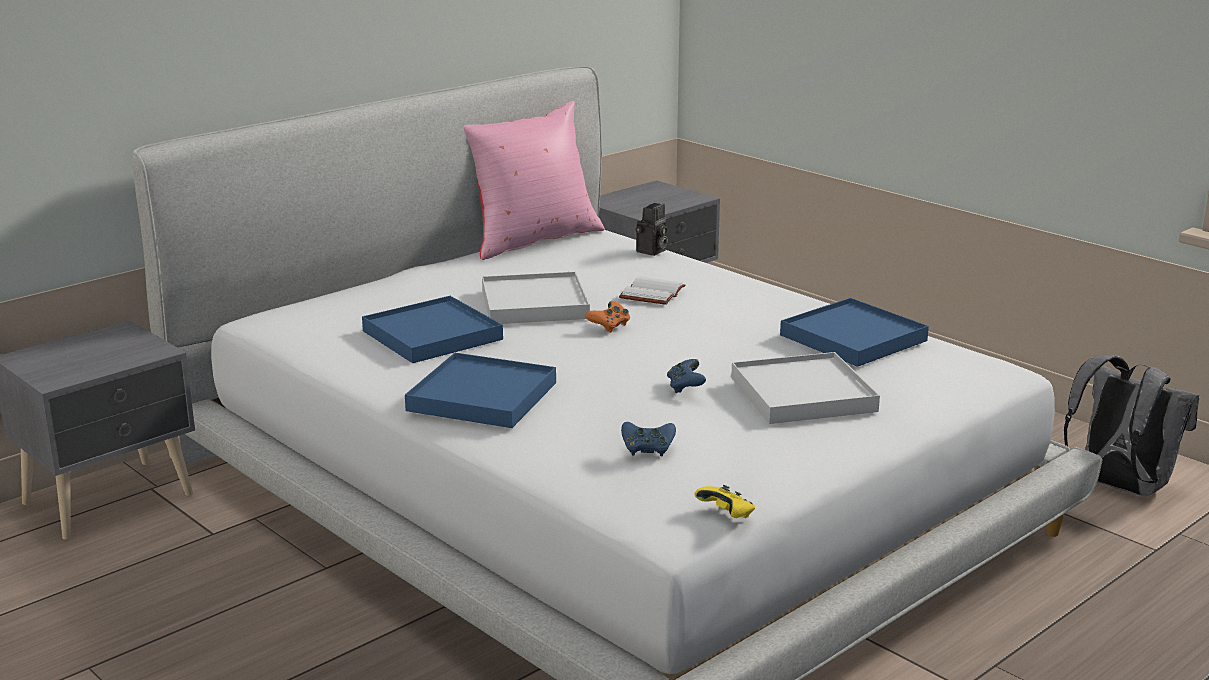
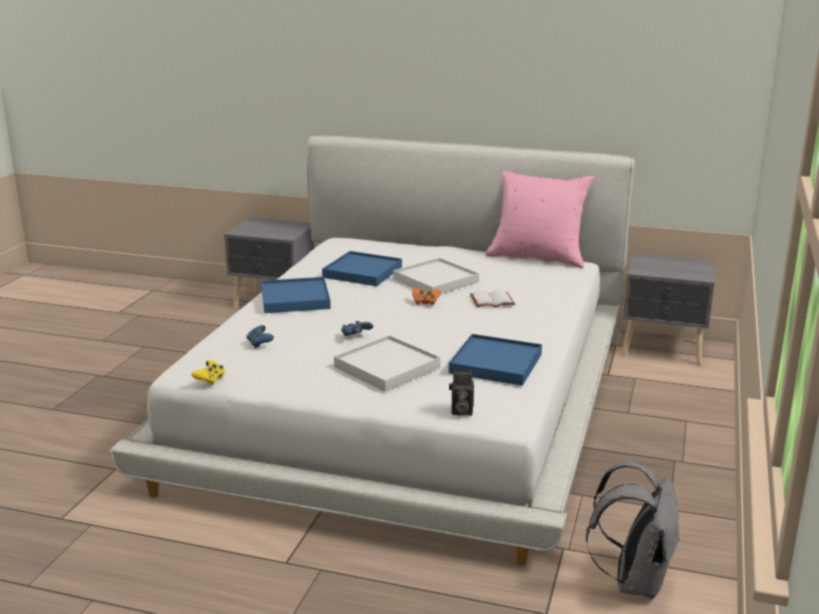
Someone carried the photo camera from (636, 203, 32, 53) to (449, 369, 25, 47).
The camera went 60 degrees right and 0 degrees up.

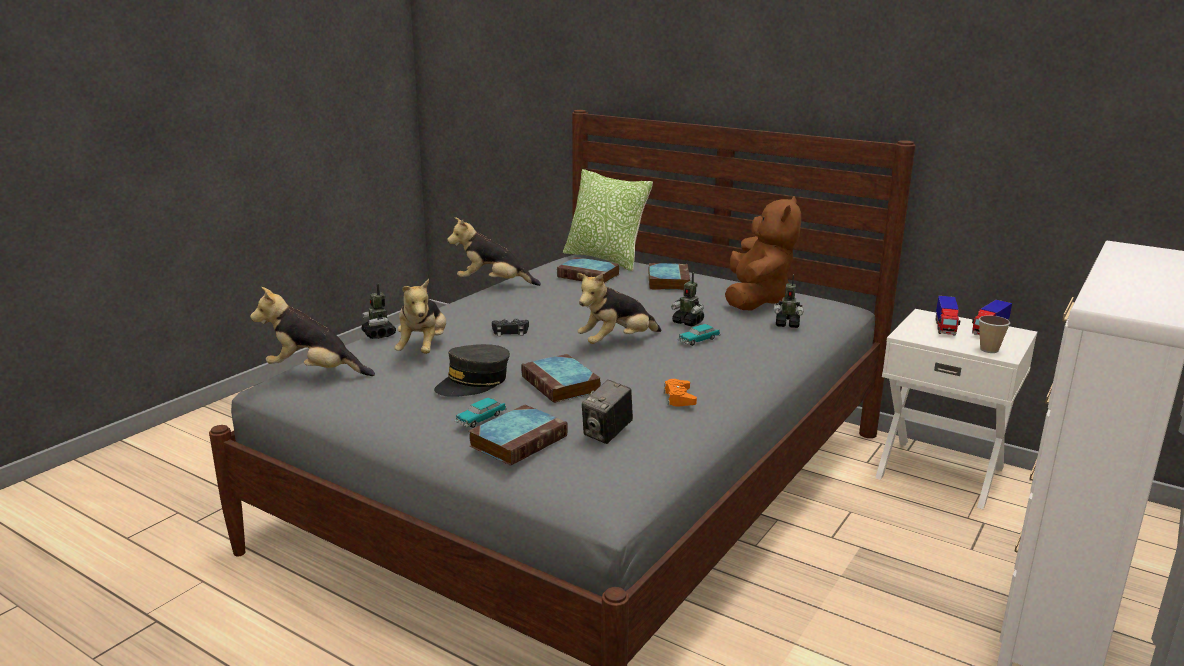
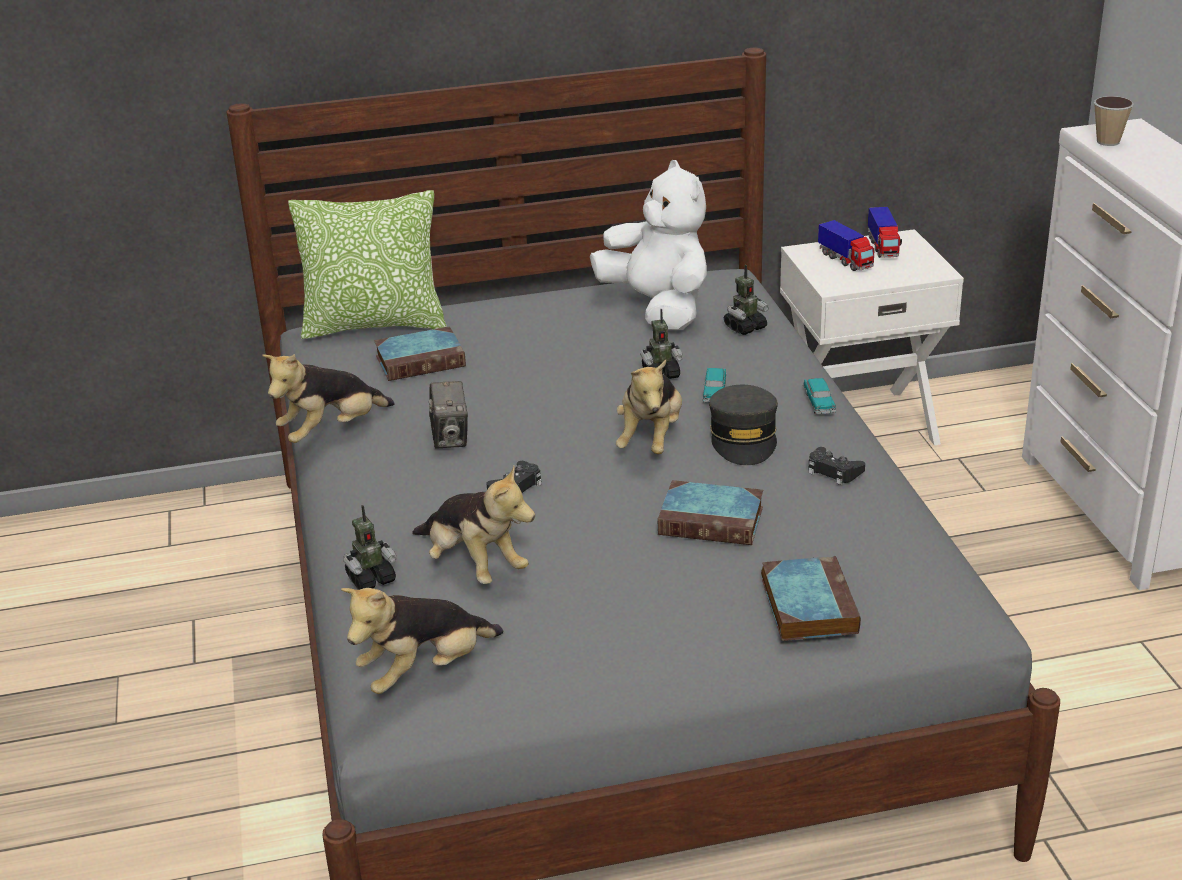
Someone repainted the plush toy/brown at (725, 196, 76, 114), which became the plush toy/white at (590, 160, 117, 170).
Someone took away the book at (648, 263, 42, 27).
Someone rotated the toy robot at (361, 284, 35, 55) by 45 degrees counterclockwise.
Someone carried the cup from (979, 315, 31, 38) to (1094, 96, 40, 50).
Someone carried the cap/grey from (434, 344, 76, 53) to (709, 385, 69, 80).
Someone carried the photo camera from (582, 379, 51, 65) to (429, 381, 39, 68).
Someone repainted the game controller/orange at (663, 379, 34, 28), which became the game controller/black at (808, 447, 57, 38).
Someone carried the toy car from (455, 398, 52, 30) to (803, 378, 33, 36).
The camera went 45 degrees left and 10 degrees up.

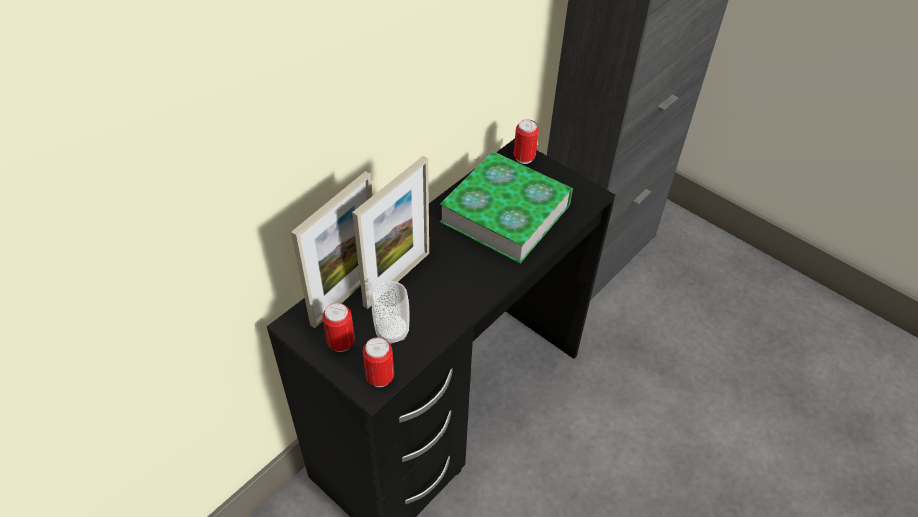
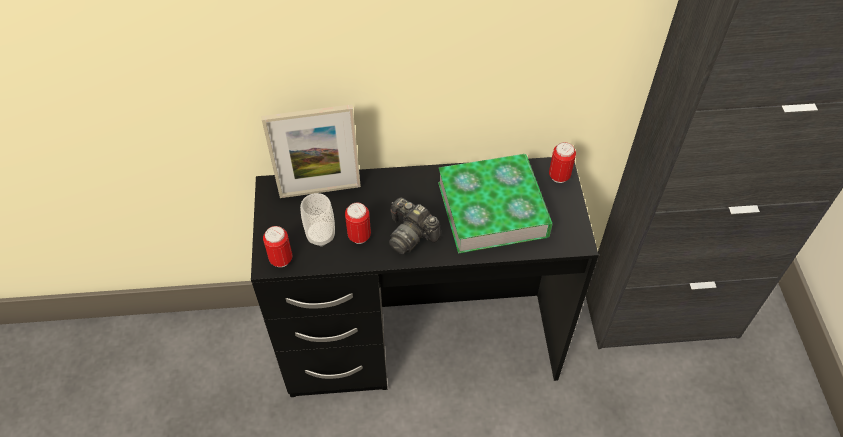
Someone took away the picture frame at (352, 156, 77, 153).
Someone carried the can from (322, 303, 33, 49) to (345, 202, 26, 42).
Someone put down the photo camera at (389, 197, 52, 57).
The camera went 45 degrees right and 5 degrees up.

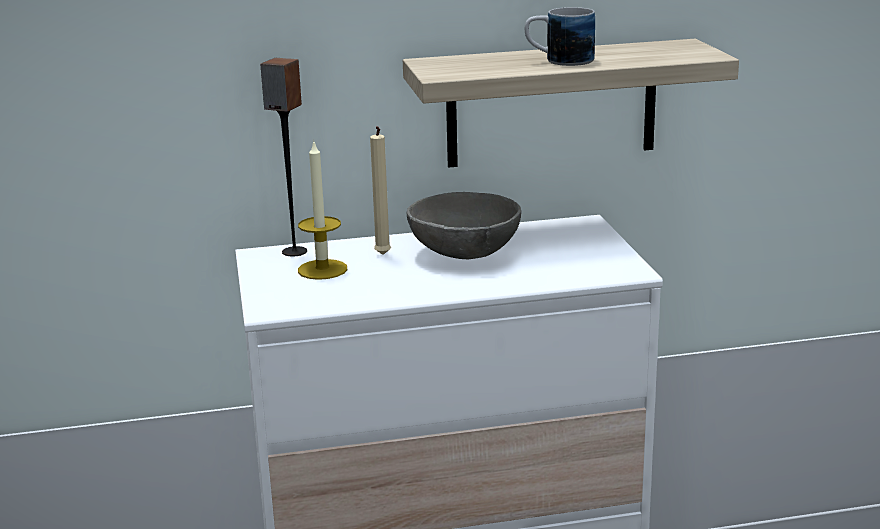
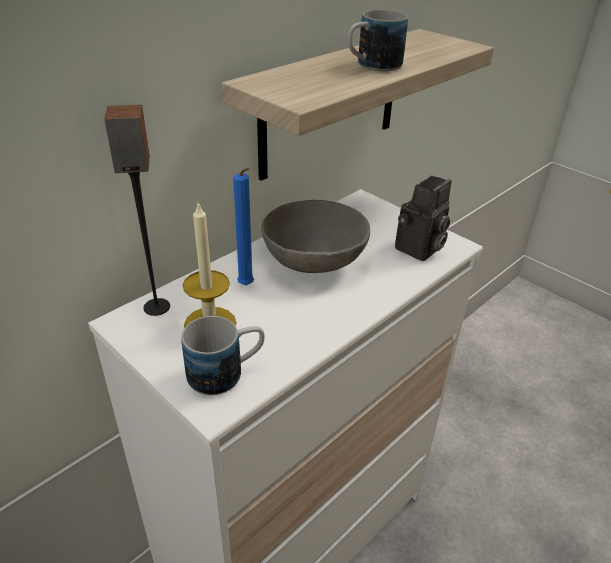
Someone repainted the candle/beige at (370, 126, 21, 129), which became the candle/blue at (233, 168, 21, 117).
Someone put down the photo camera at (395, 175, 56, 86).
Someone put down the mug at (181, 316, 84, 79).
The camera went 35 degrees left and 15 degrees up.

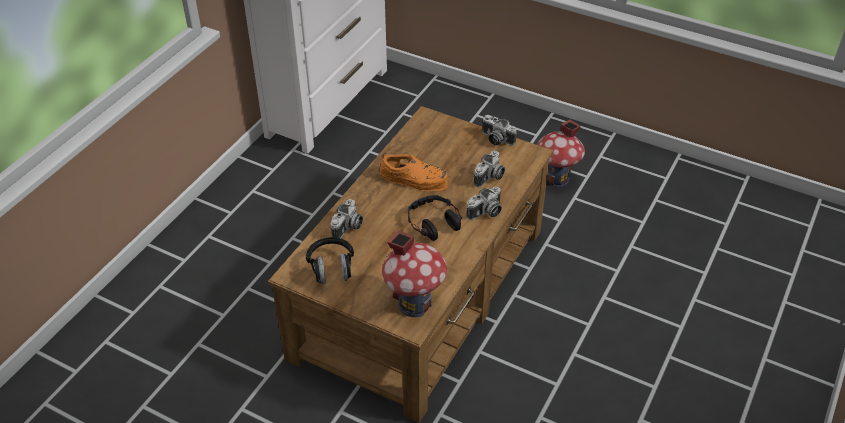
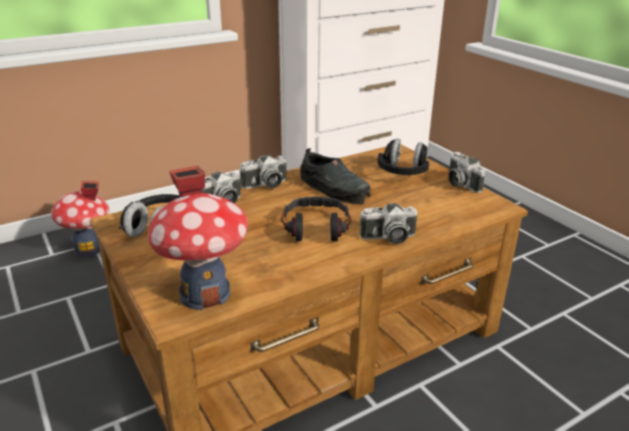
Someone carried the toy house from (537, 120, 48, 67) to (51, 181, 58, 76).
Someone carried the photo camera from (474, 151, 31, 37) to (239, 155, 47, 34).
Someone repainted the shoe/orange at (379, 153, 69, 38), which became the shoe/black at (300, 148, 70, 57).
Someone put down the headphones/black at (377, 138, 52, 37).
The camera went 30 degrees right and 15 degrees down.

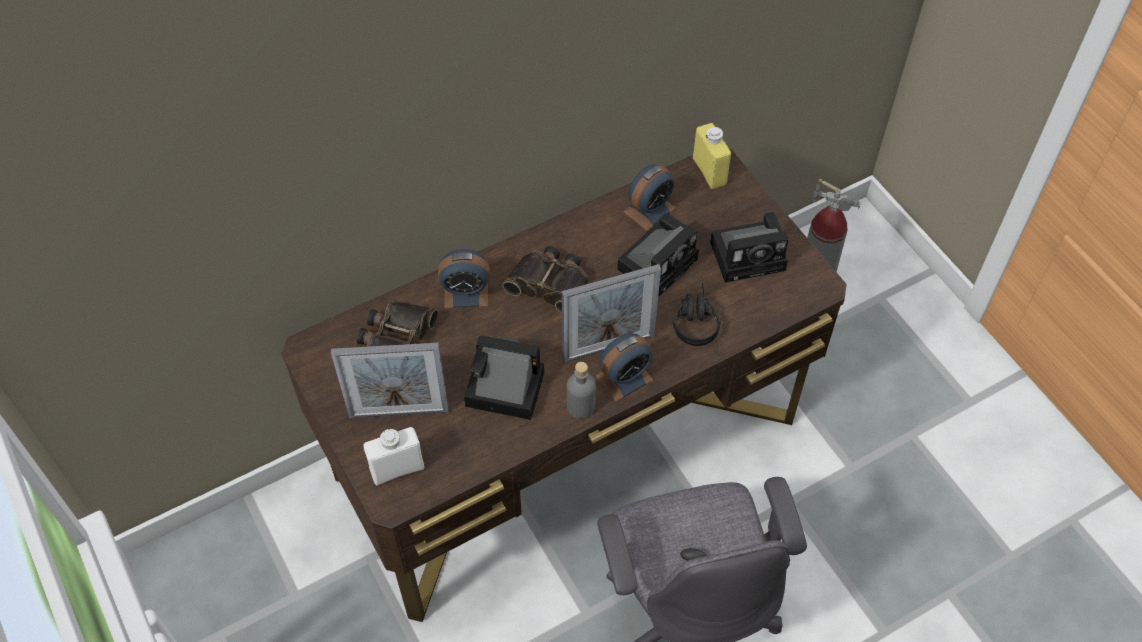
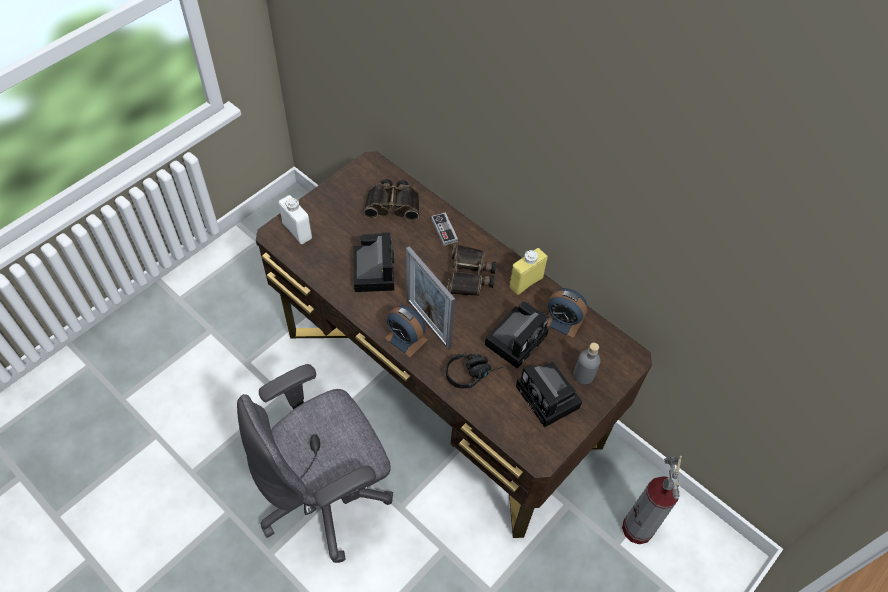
Someone carried the bottle/yellow from (693, 123, 38, 66) to (509, 248, 39, 47).
Someone rotated the photo camera at (617, 213, 82, 84) by 75 degrees counterclockwise.
Someone swapped the alarm clock at (438, 249, 52, 59) for the game controller at (431, 212, 27, 34).
Someone took away the picture frame at (331, 343, 118, 76).
Someone carried the bottle/grey from (567, 362, 29, 57) to (574, 343, 27, 41).
The camera went 70 degrees right and 0 degrees up.

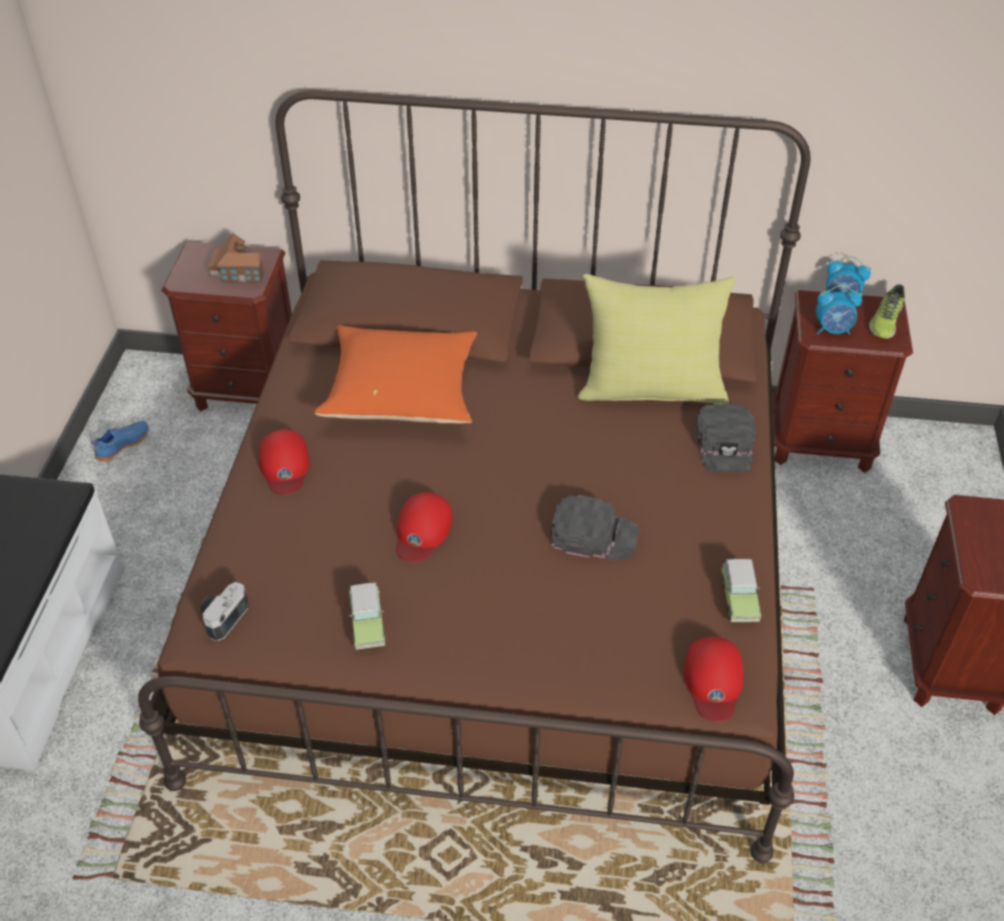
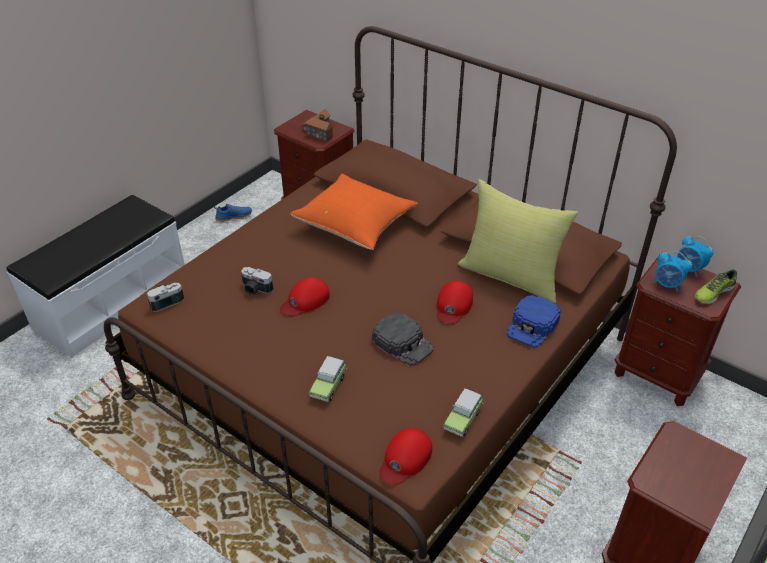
Someone repainted the cap/black at (695, 403, 61, 69), which became the cap/blue at (507, 295, 54, 53).
Someone carried the cap/red from (259, 429, 51, 66) to (437, 281, 36, 43).
Someone carried the toy car from (349, 582, 36, 68) to (309, 356, 38, 46).
Someone put down the photo camera at (241, 267, 33, 28).
The camera went 30 degrees right and 5 degrees down.

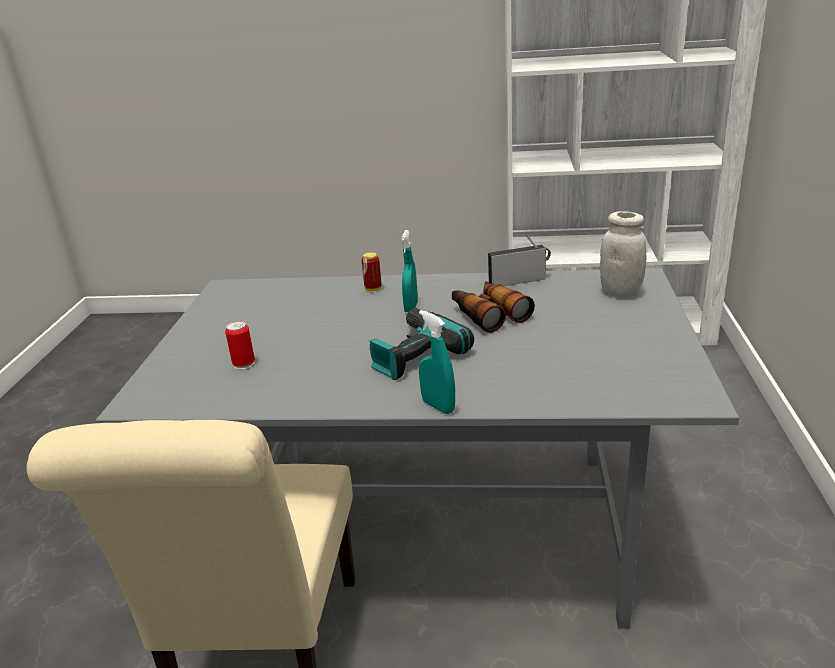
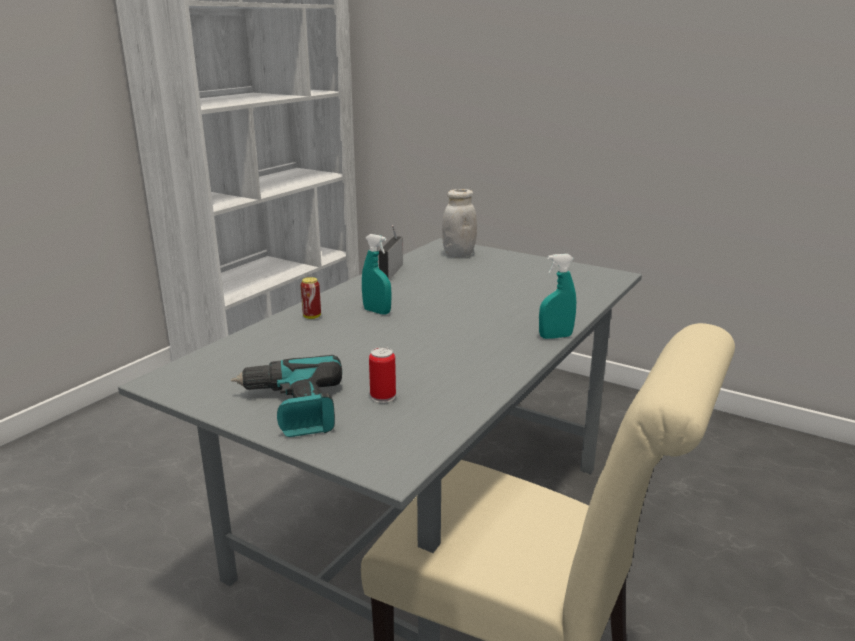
Someone took away the binoculars at (452, 281, 83, 52).
Someone carried the power drill from (369, 308, 105, 72) to (231, 355, 111, 82).
The camera went 65 degrees left and 5 degrees down.

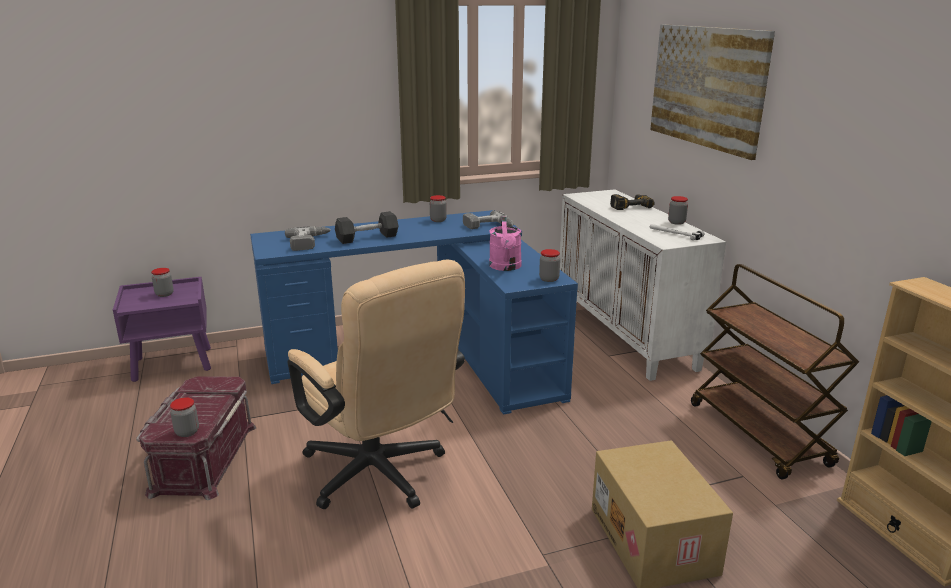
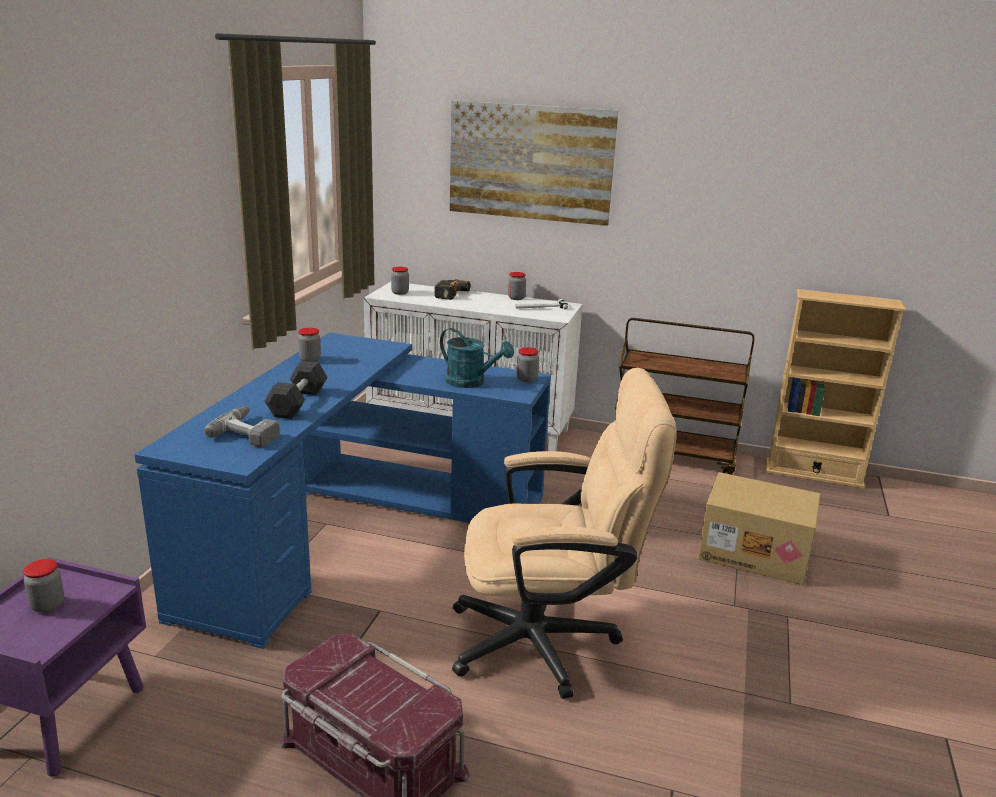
Someone took away the power drill at (463, 210, 51, 19).
Someone repainted the watering can/pink at (489, 217, 33, 54), which became the watering can/turquoise at (440, 328, 74, 60).
Someone carried the jar from (170, 397, 29, 40) to (391, 267, 18, 28).
The camera went 55 degrees left and 0 degrees up.

